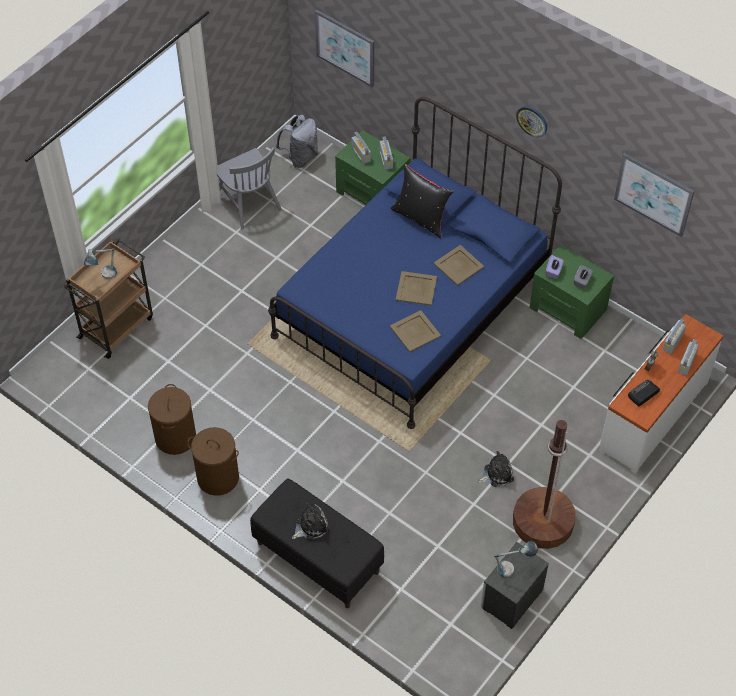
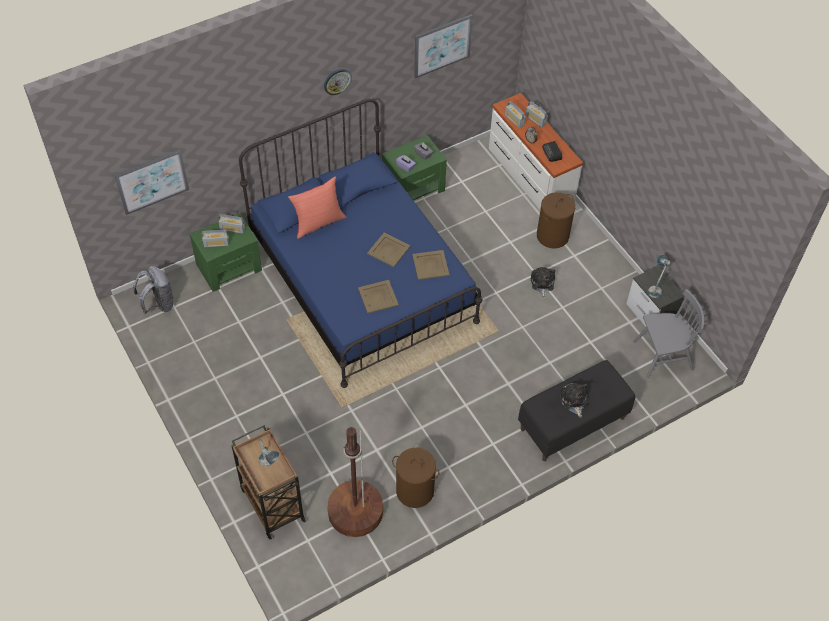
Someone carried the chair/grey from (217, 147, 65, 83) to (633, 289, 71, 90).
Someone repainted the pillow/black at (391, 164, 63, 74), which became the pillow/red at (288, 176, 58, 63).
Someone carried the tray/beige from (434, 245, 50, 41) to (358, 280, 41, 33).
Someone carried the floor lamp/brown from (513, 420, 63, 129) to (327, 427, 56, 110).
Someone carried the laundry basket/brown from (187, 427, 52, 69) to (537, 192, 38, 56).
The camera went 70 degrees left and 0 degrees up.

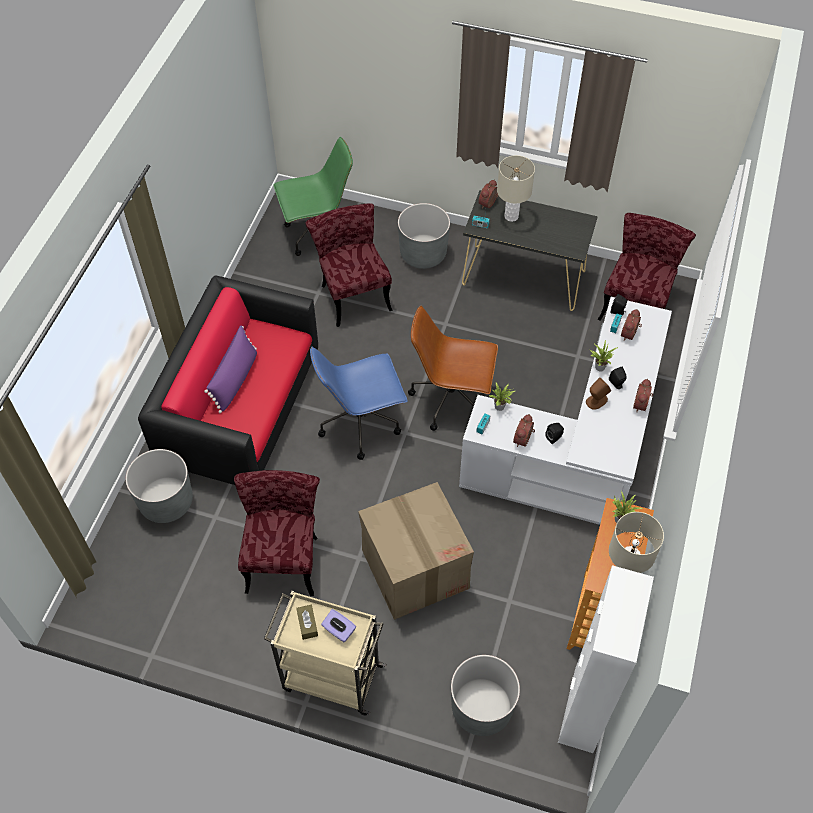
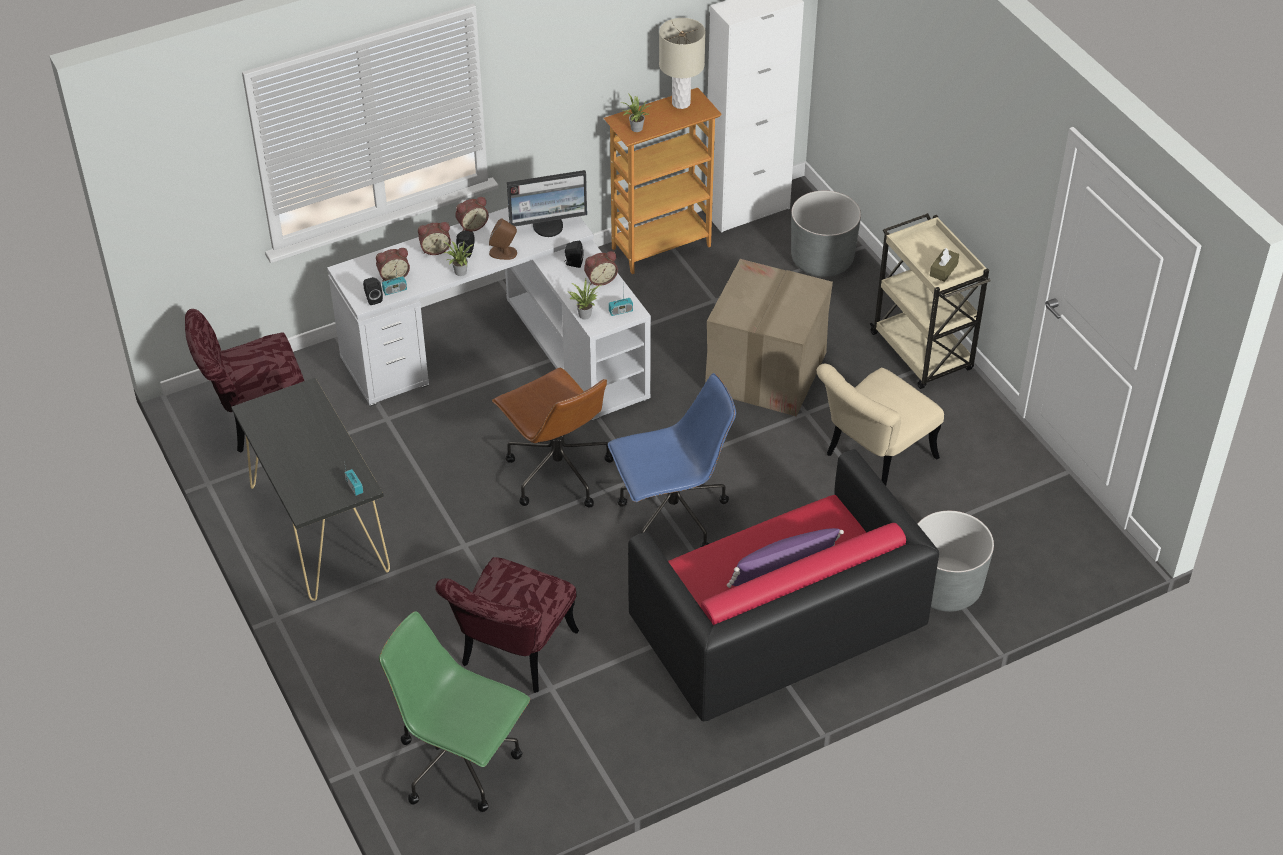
Someone took away the table lamp/beige at (497, 155, 38, 67).
Someone carried the alarm clock from (478, 179, 20, 30) to (418, 222, 33, 33).
Someone took away the planter/grey at (398, 203, 52, 66).
Someone rotated the office chair/blue at (310, 347, 98, 113) by 45 degrees counterclockwise.
Someone repainted the chair/red at (234, 470, 86, 126), which became the chair/beige at (817, 364, 127, 122).
Someone took away the tissue box/purple at (321, 609, 35, 33).
Someone put down the monitor at (507, 170, 80, 67).
The camera went 135 degrees left and 10 degrees down.

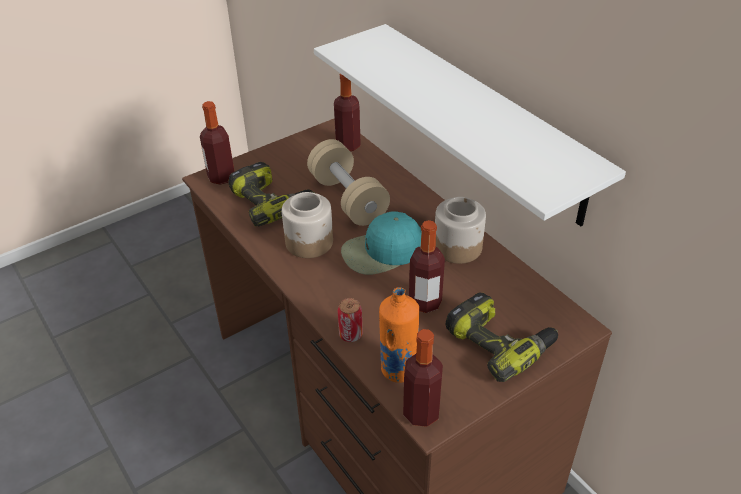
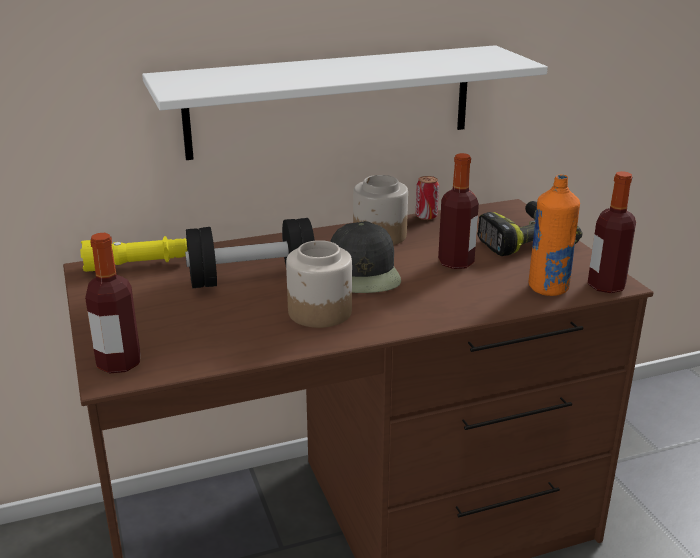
Someone swapped the bottle at (334, 74, 27, 77) for the flashlight/yellow at (80, 236, 107, 36).
Someone repainted the dumbbell/beige at (307, 139, 83, 87), which became the dumbbell/black at (185, 218, 130, 70).
Someone took away the power drill at (229, 162, 86, 64).
Someone repainted the cap/turquoise at (341, 211, 81, 64), which became the cap/black at (330, 221, 71, 72).
Someone carried the can from (337, 298, 26, 44) to (416, 176, 23, 44).
The camera went 75 degrees left and 15 degrees down.

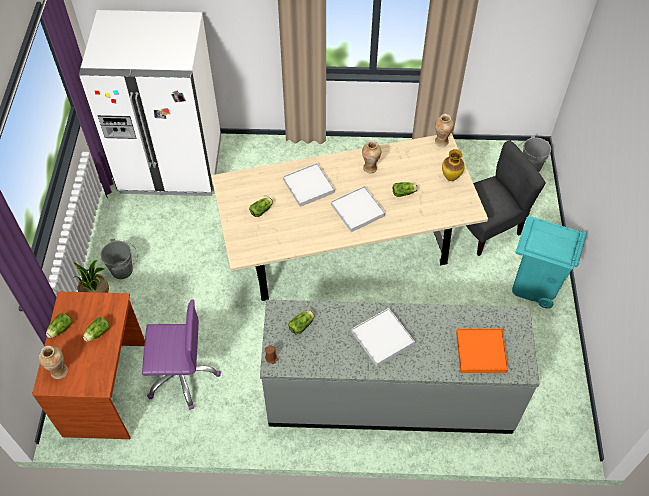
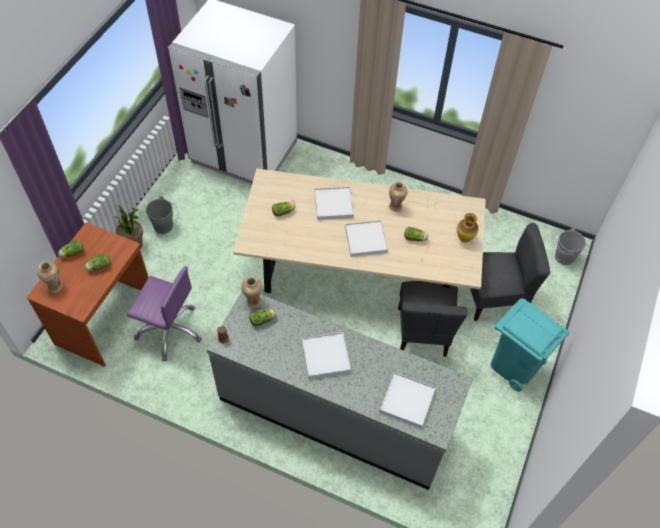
Someone carried the vase from (435, 114, 19, 33) to (241, 276, 21, 32).
Someone repainted the tray/orange at (456, 328, 52, 45), which became the tray/white at (380, 372, 56, 56).
Someone put down the chair/grey at (398, 281, 70, 76).
The camera went 20 degrees right and 0 degrees up.

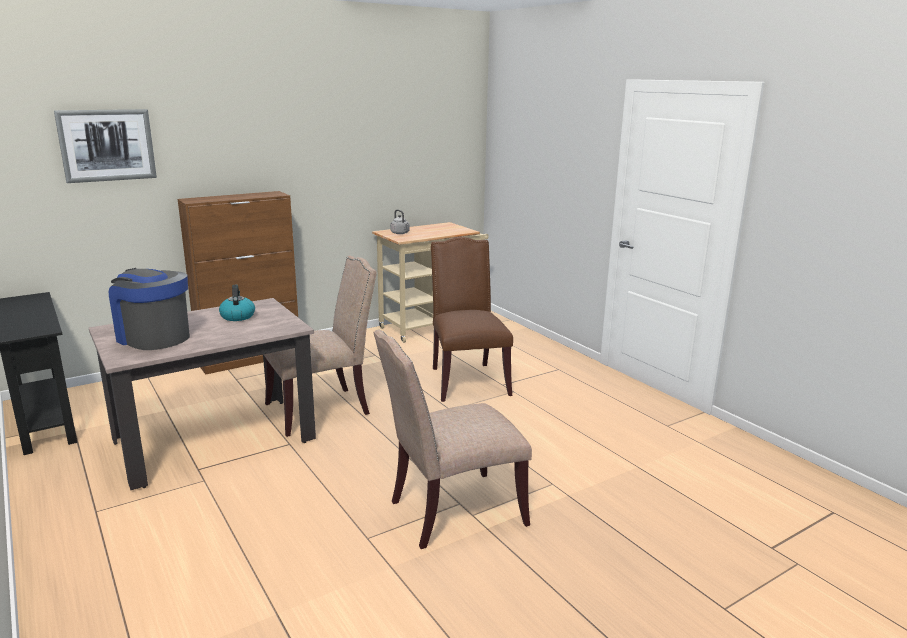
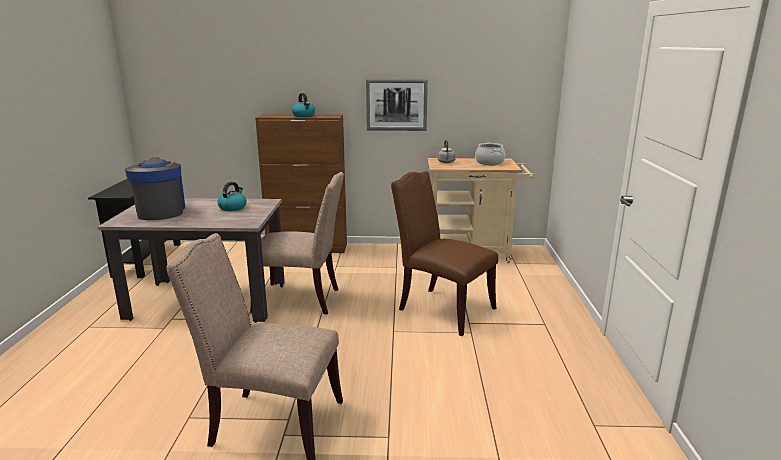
Someone carried the picture from (54, 109, 103, 74) to (366, 79, 62, 52).
Someone rotated the chair/brown at (431, 237, 82, 165) by 75 degrees counterclockwise.
Someone put down the kettle at (292, 93, 23, 24).
Someone put down the cooking pot at (475, 143, 30, 22).
The camera went 35 degrees right and 0 degrees up.

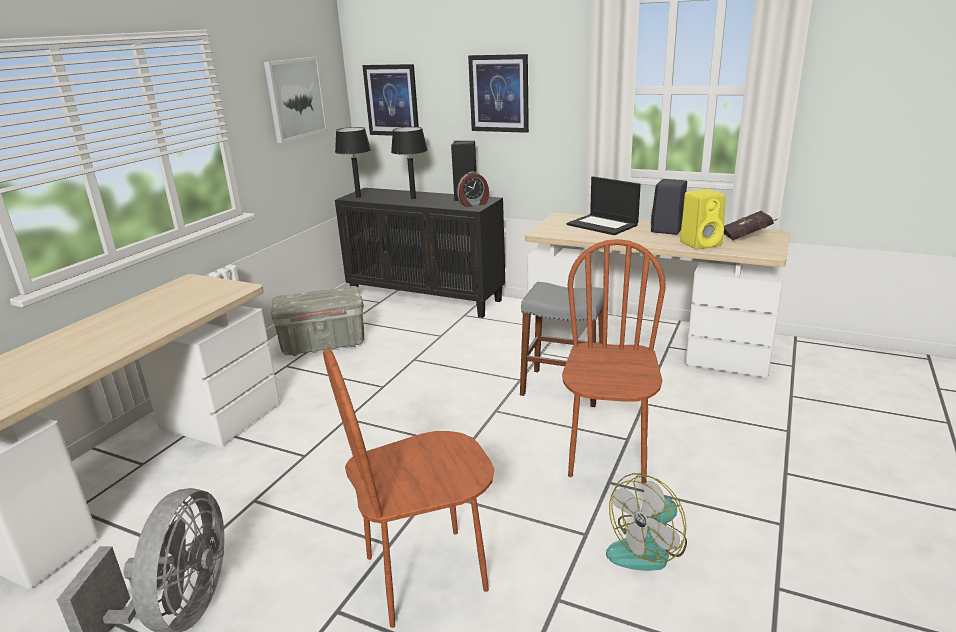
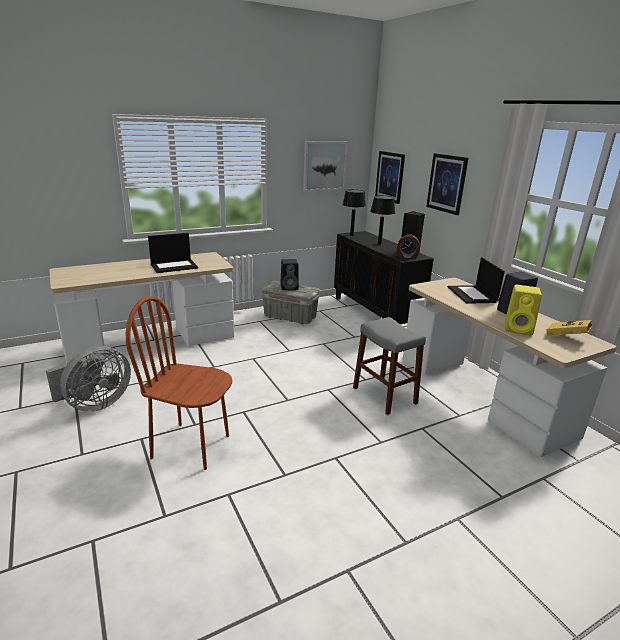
Someone repainted the book/red at (724, 211, 53, 29), which became the book/yellow at (546, 320, 51, 15).
Someone took away the chair/brown at (562, 239, 104, 245).
Someone took away the fan at (606, 473, 81, 98).
Someone put down the laptop at (148, 233, 50, 40).
Someone put down the speaker/black at (280, 259, 19, 31).
The camera went 35 degrees right and 0 degrees up.

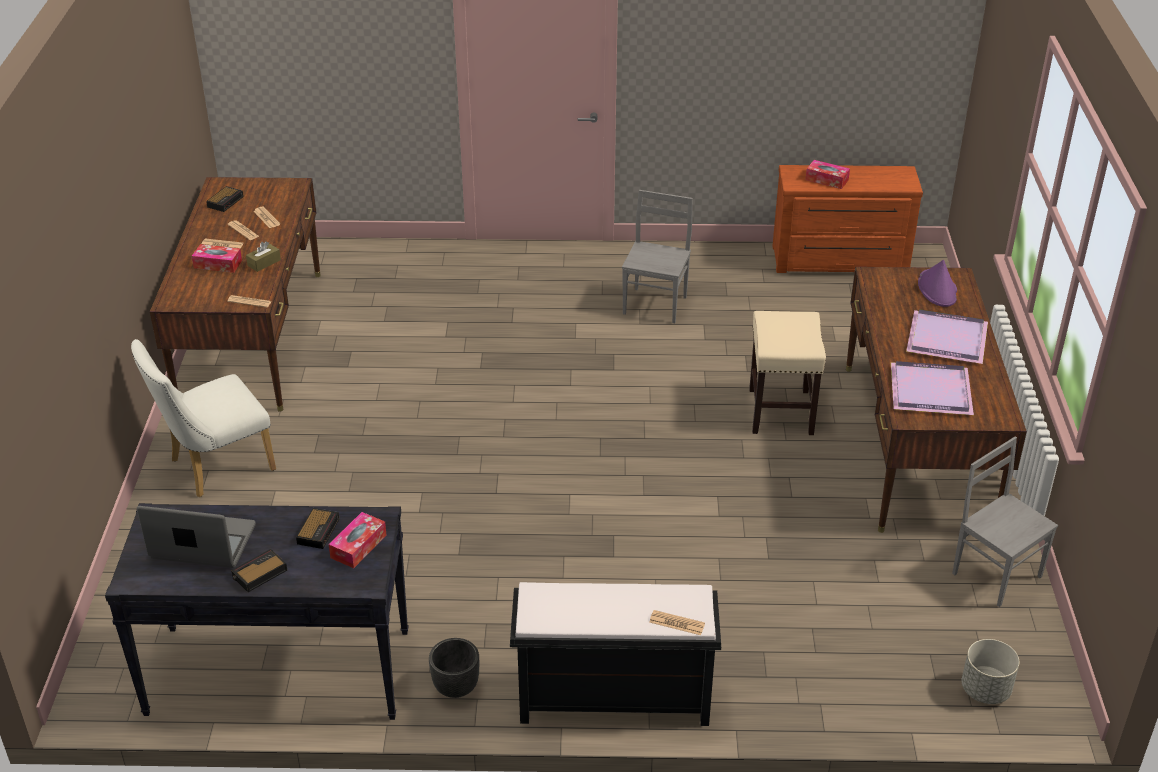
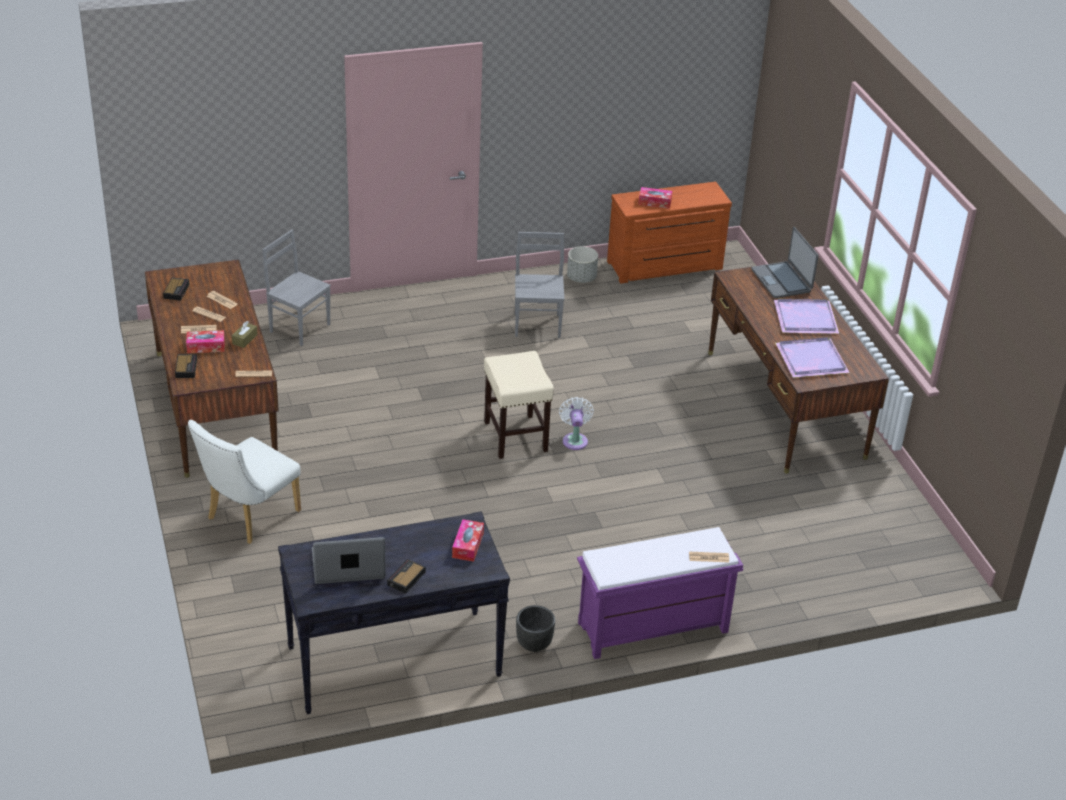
Someone swapped the hat/purple at (918, 260, 39, 47) for the laptop at (752, 227, 66, 71).
Someone carried the stool/beige from (749, 311, 77, 124) to (484, 351, 70, 108).
Someone carried the chair/grey from (952, 436, 106, 171) to (262, 230, 69, 116).
Someone carried the alarm clock from (296, 508, 43, 41) to (175, 354, 22, 24).
Someone repainted the bench/black at (510, 582, 211, 144), which became the bench/purple at (577, 527, 166, 132).
Someone carried the planter/grey from (961, 639, 58, 65) to (567, 246, 31, 37).
Someone put down the fan/white at (559, 397, 35, 53).
The camera went 20 degrees left and 0 degrees up.

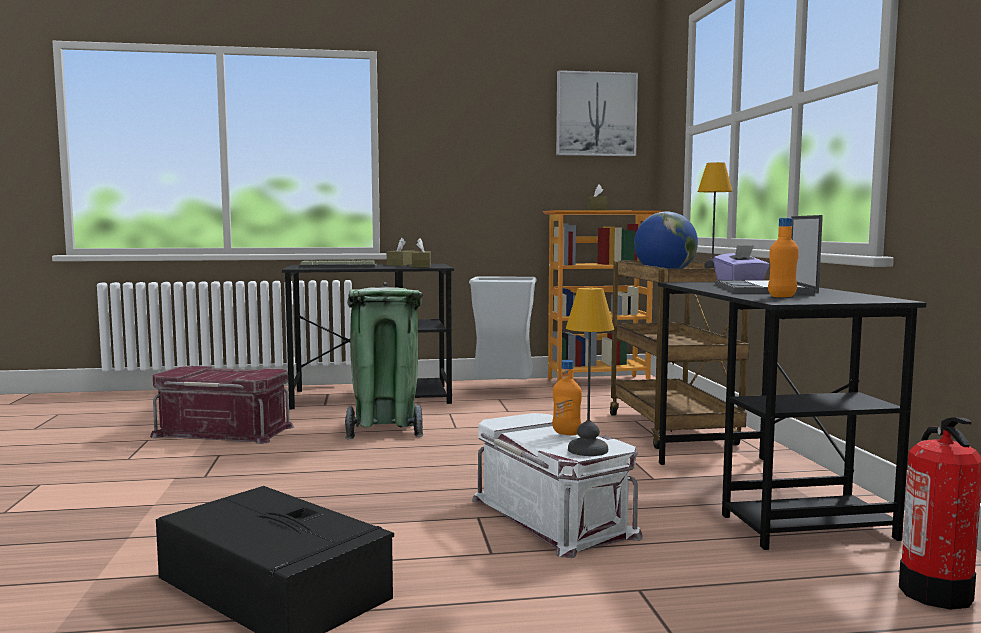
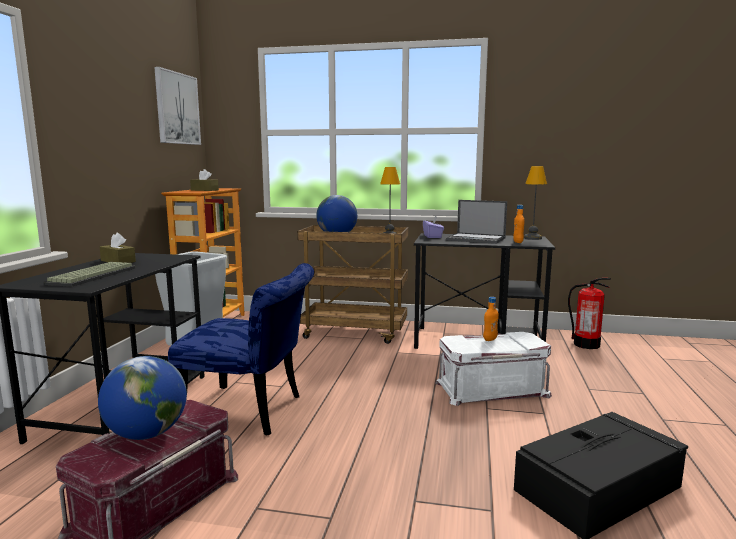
Someone took away the tissue box/brown at (412, 238, 19, 29).
Someone swapped the trash can/green at (345, 282, 78, 157) for the chair/blue at (168, 263, 146, 173).
Someone carried the table lamp from (566, 288, 48, 168) to (524, 166, 23, 74).
Someone put down the globe at (98, 356, 89, 84).
The camera went 70 degrees left and 5 degrees up.

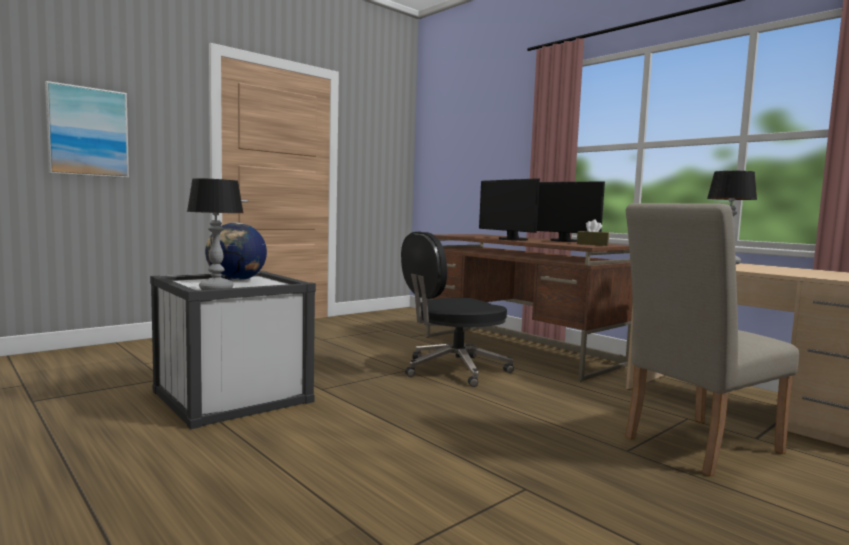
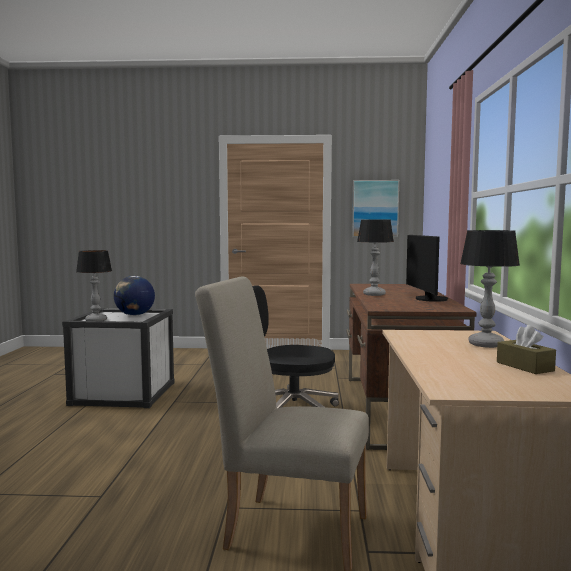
Someone carried the picture from (45, 81, 84, 97) to (352, 180, 47, 57).
Someone swapped the monitor at (479, 178, 61, 63) for the table lamp at (357, 219, 37, 77).
Someone carried the tissue box/brown from (577, 219, 32, 27) to (497, 325, 59, 49).
The camera went 45 degrees right and 0 degrees up.

